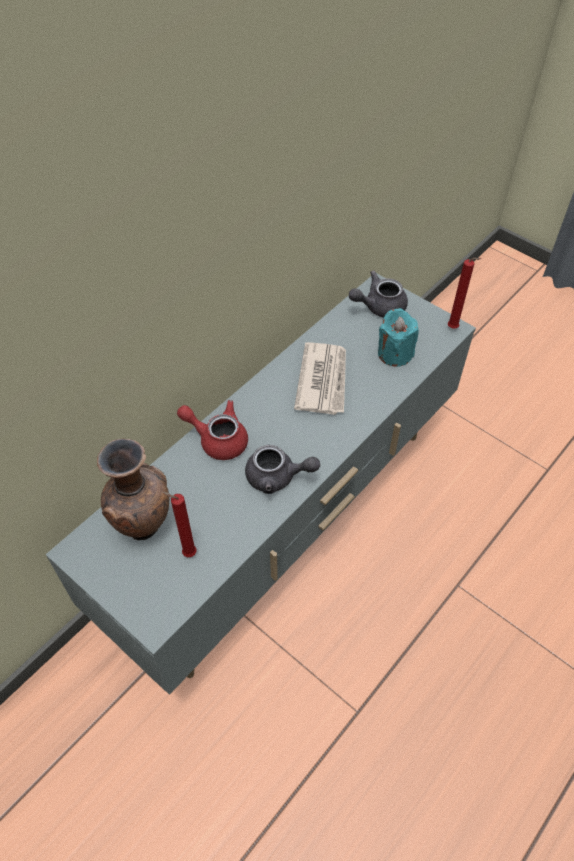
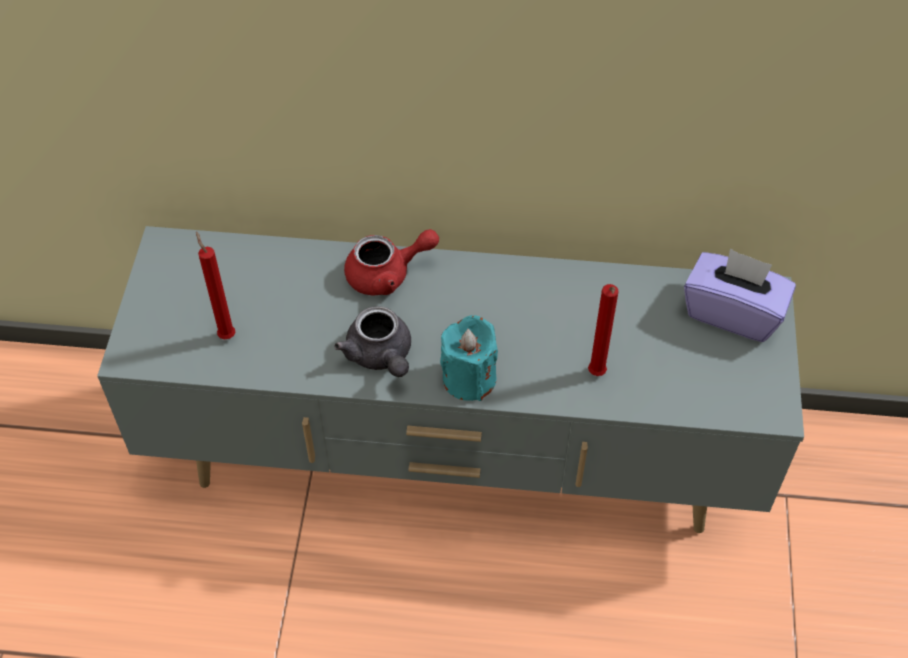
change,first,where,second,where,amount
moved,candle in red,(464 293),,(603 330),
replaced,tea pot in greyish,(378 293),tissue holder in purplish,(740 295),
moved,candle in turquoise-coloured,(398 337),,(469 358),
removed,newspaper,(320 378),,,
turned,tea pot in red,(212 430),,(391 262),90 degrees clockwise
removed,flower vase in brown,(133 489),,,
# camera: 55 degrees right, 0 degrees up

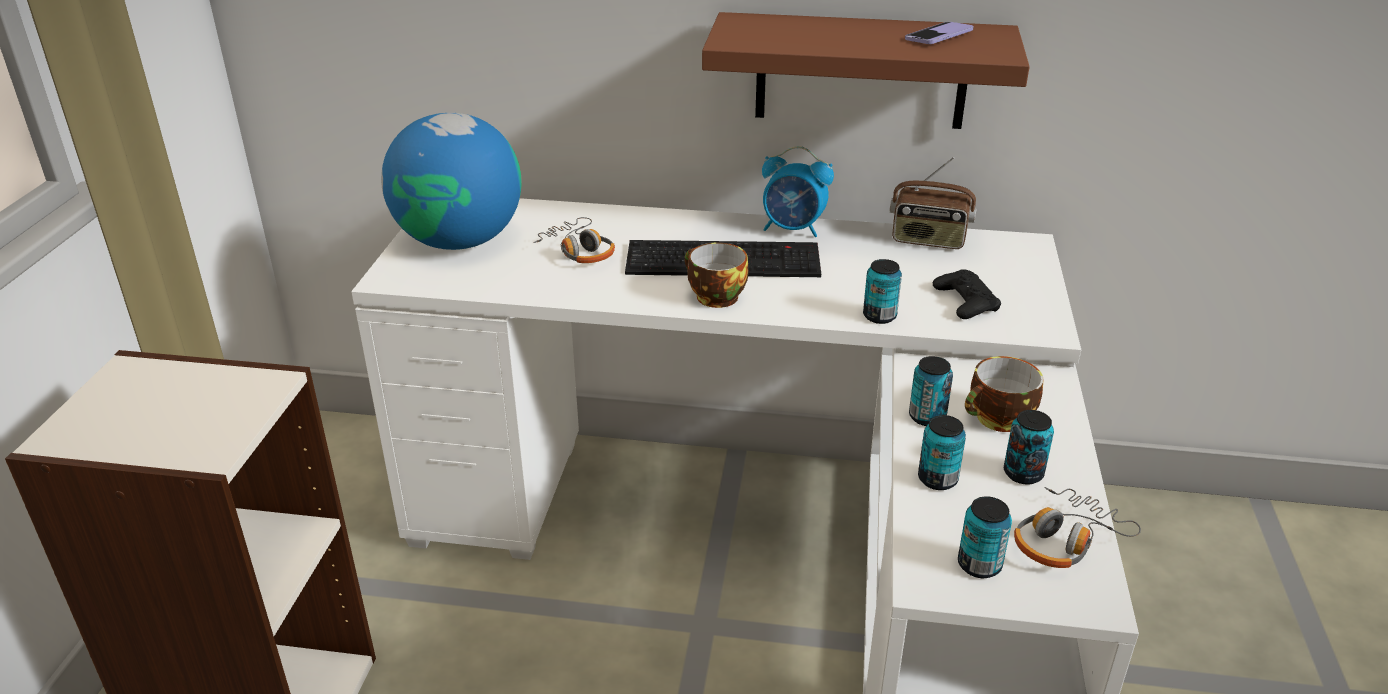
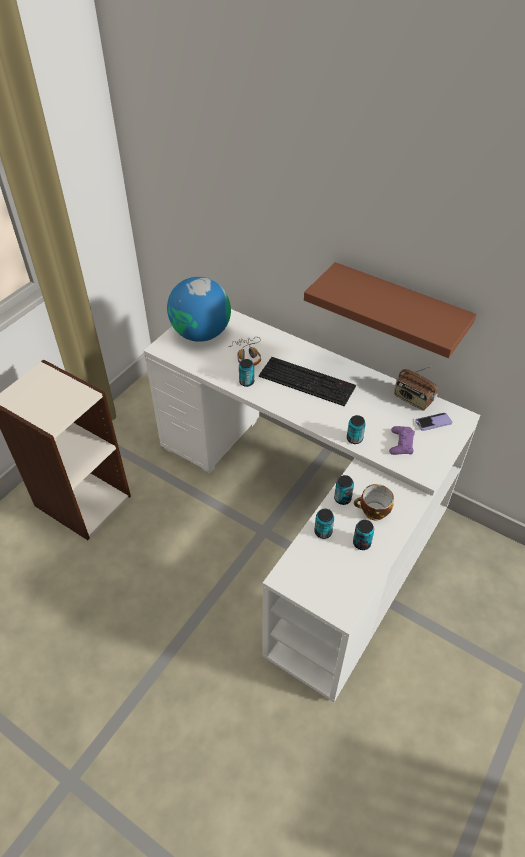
change,first,where,second,where,amount
moved,phone,(939 33),,(433 422),
removed,bedside clock,(798 191),,,
removed,drinking cup,(717 275),,,
recoloured,gamepad in blackish,(967 294),gamepad in purplish,(402 440),
removed,headphones,(1077 527),,,
moved,metal can,(985 537),,(246 373),
# camera: 25 degrees right, 15 degrees up

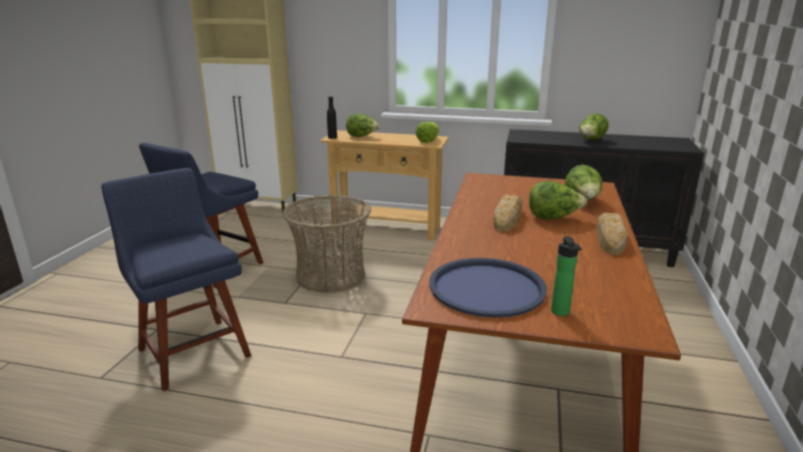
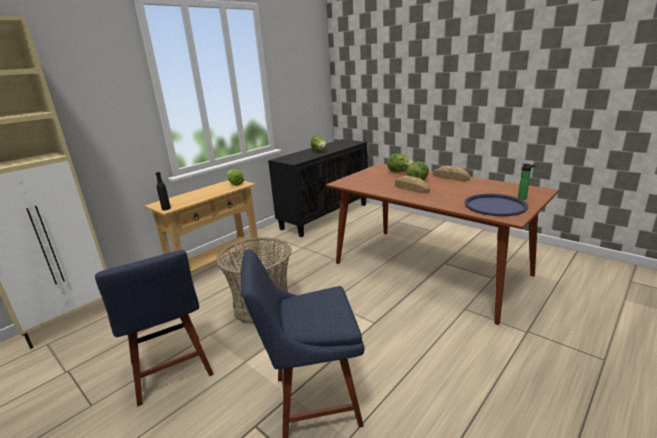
change,first,where,second,where,amount
removed,lettuce,(363 125),,,
# camera: 60 degrees left, 0 degrees up

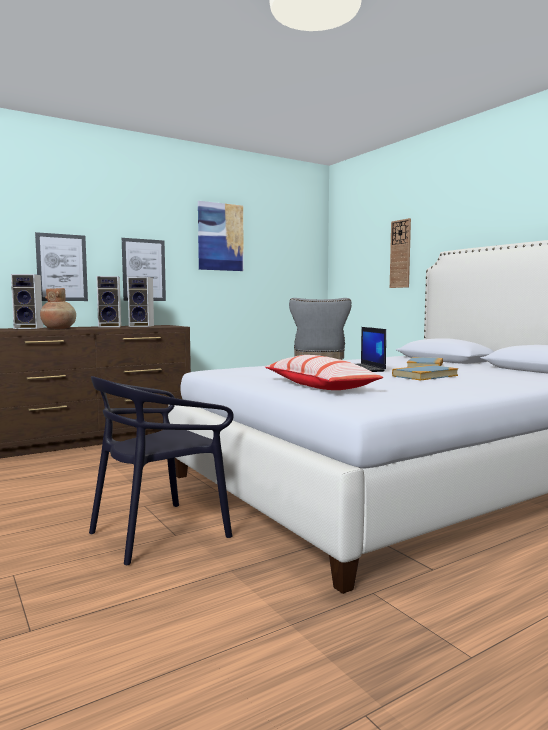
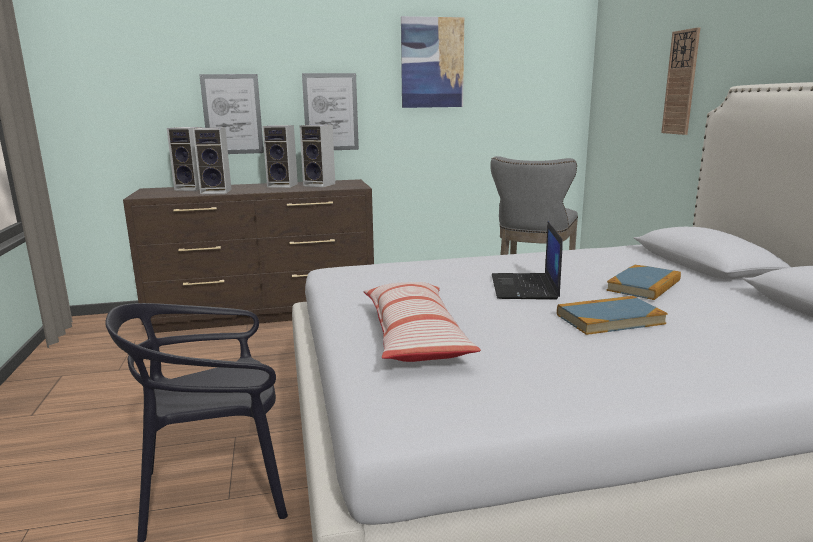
change,first,where,second,where,amount
replaced,flower vase in brown,(58 308),speaker,(212 160),
# camera: 20 degrees right, 10 degrees up

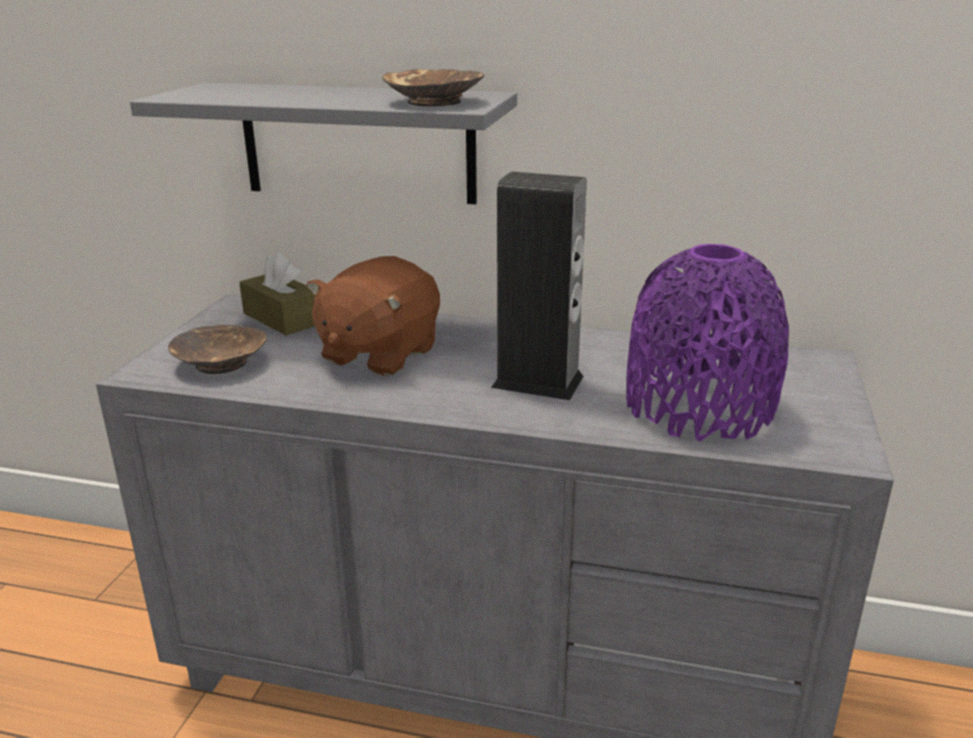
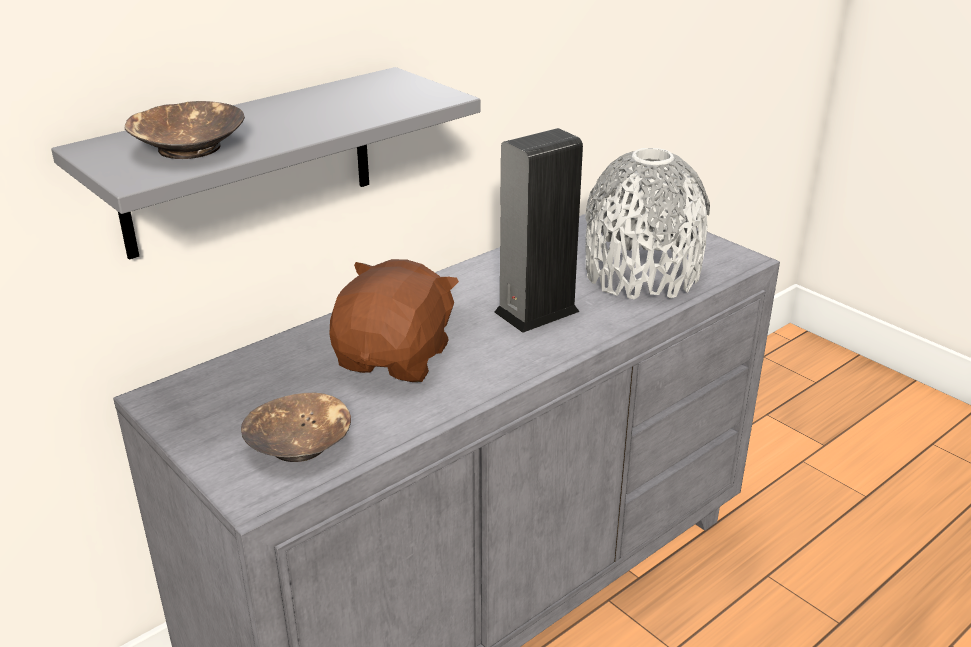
change,first,where,second,where,amount
moved,bowl in brown,(433 87),,(185 130),
recoloured,flower vase in purplish,(707 343),flower vase in greyish,(647 223),
removed,tissue holder in brown,(277 293),,,
turned,cuddly toy in brown,(373 316),,(394 320),135 degrees counterclockwise
# camera: 55 degrees left, 5 degrees up

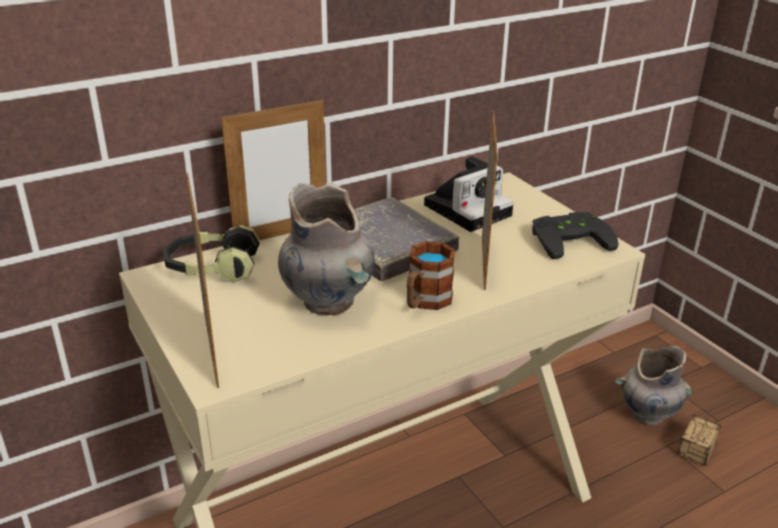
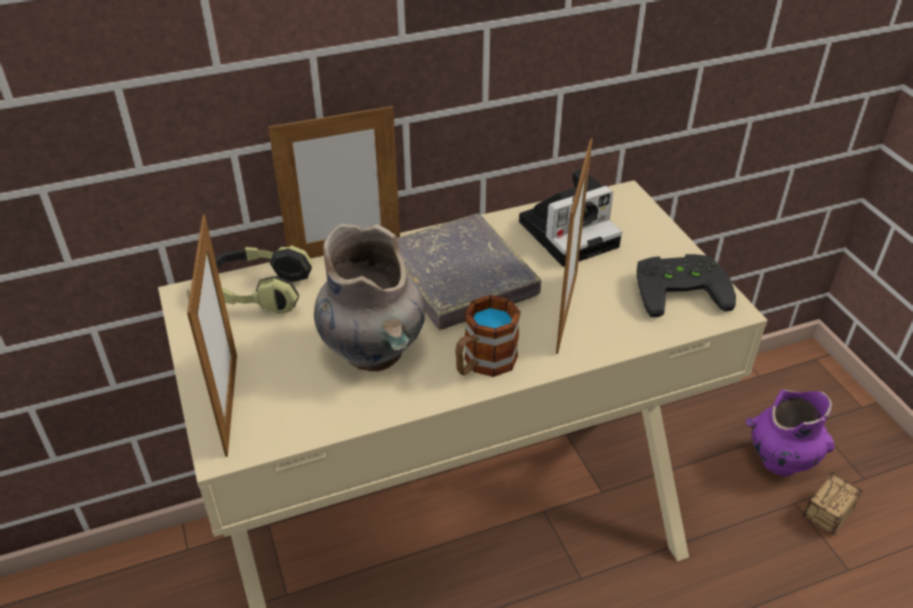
change,first,where,second,where,amount
recoloured,flower vase in greyish,(653 386),flower vase in purplish,(790 432),
# camera: 10 degrees right, 10 degrees up

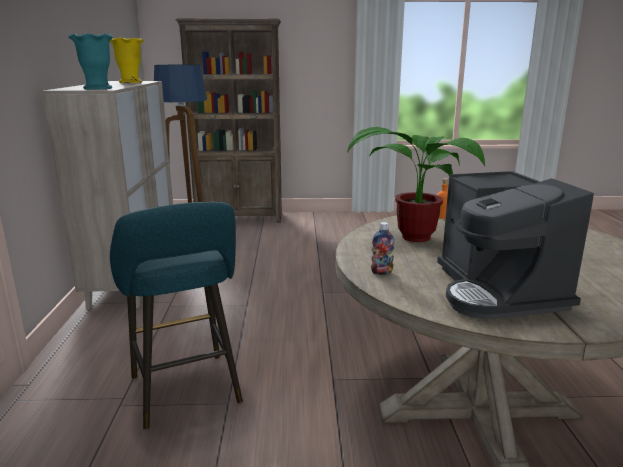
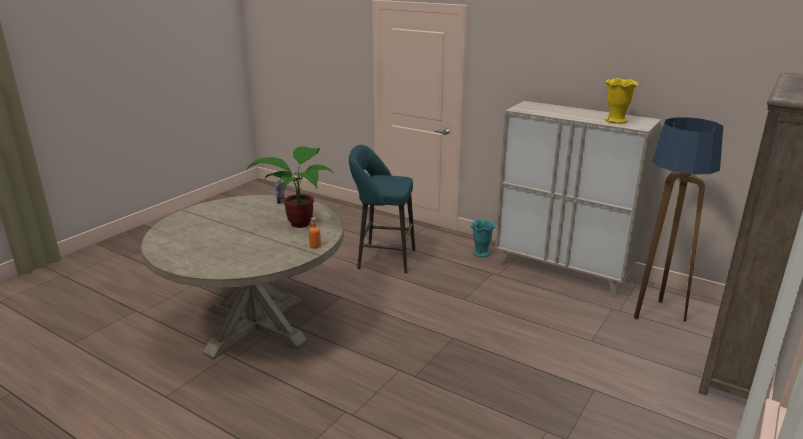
change,first,where,second,where,amount
moved,flower vase in turquoise-coloured,(90 62),,(483 238),
removed,coffee brewer,(515 245),,,
# camera: 125 degrees right, 5 degrees up

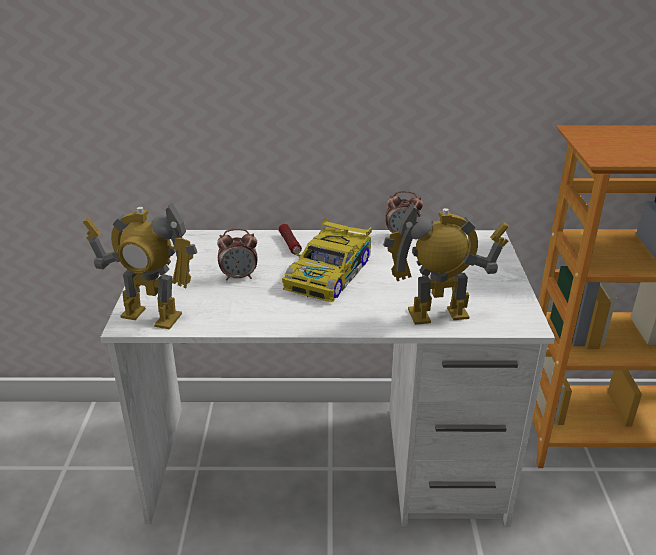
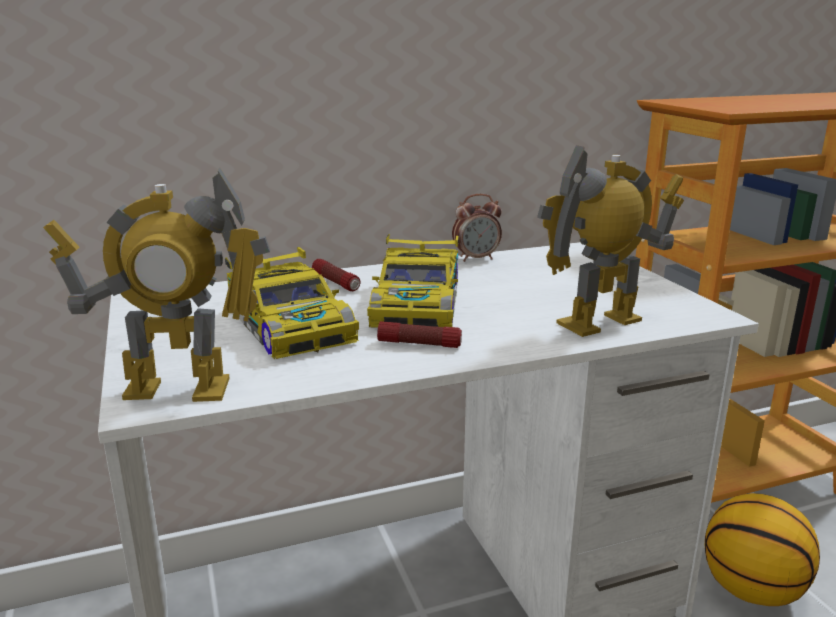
change,first,where,second,where,amount
replaced,bedside clock,(237 254),model car,(292 303),
added,,,torch,(419 334),
added,,,basketball ball,(762 549),
# camera: 20 degrees left, 10 degrees down

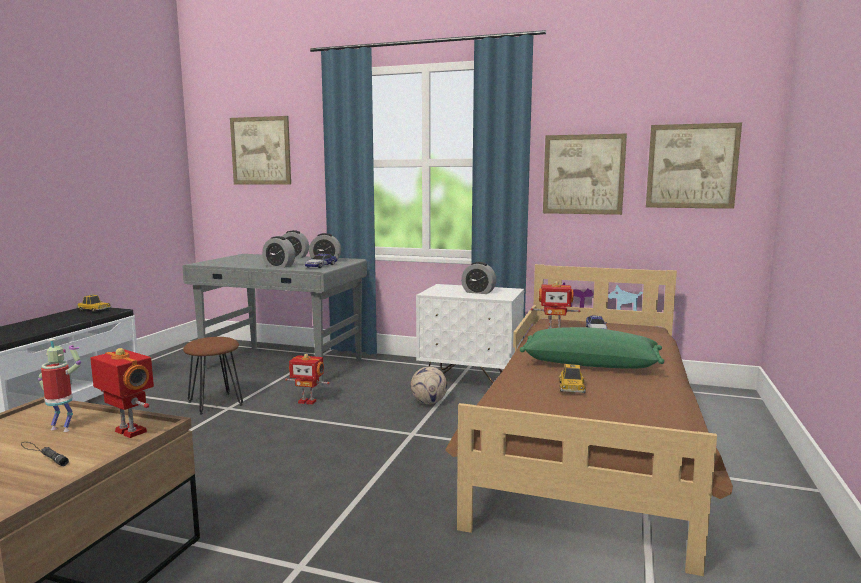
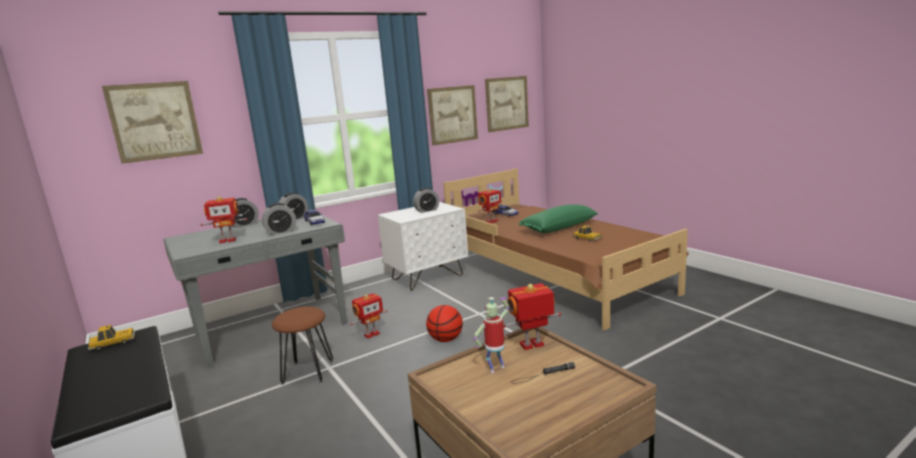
change,first,where,second,where,amount
removed,football ball,(429 385),,,
added,,,model robot,(224 219),
added,,,basketball ball,(444 323),
# camera: 50 degrees left, 5 degrees up

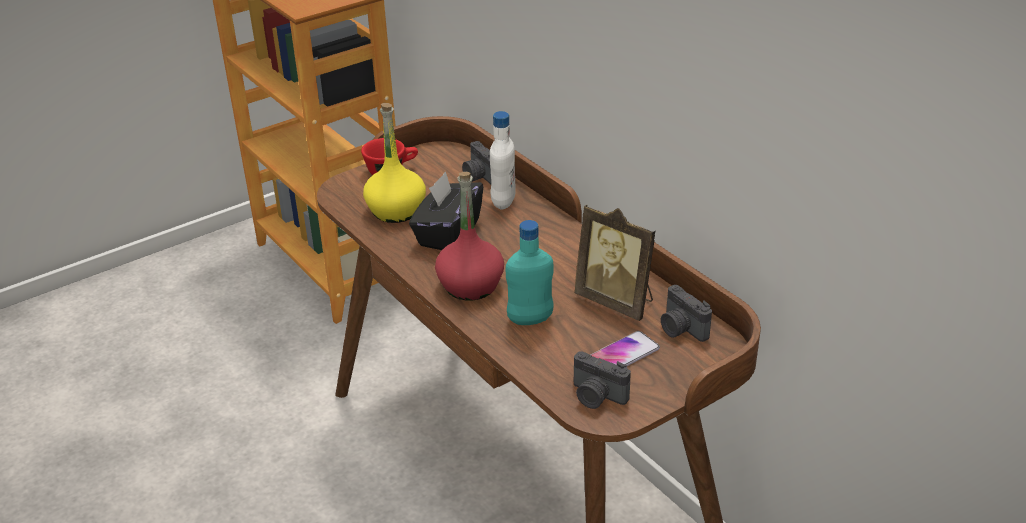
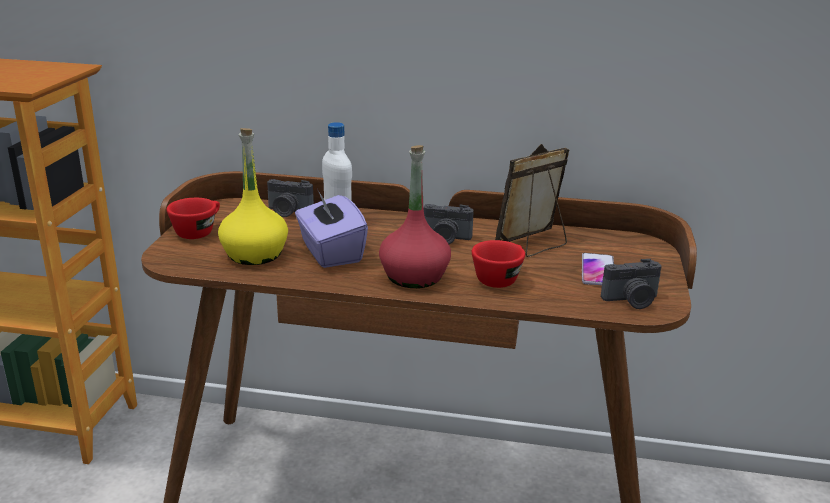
change,first,where,second,where,amount
recoloured,tissue holder in blackish,(446 210),tissue holder in purplish,(331 229),
turned,picture frame,(614 263),,(532 200),150 degrees clockwise
replaced,drink bottle in turquoise-coloured,(530 272),drinking cup in red,(498 264),
moved,still camera,(686 313),,(448 224),
# camera: 45 degrees left, 10 degrees down

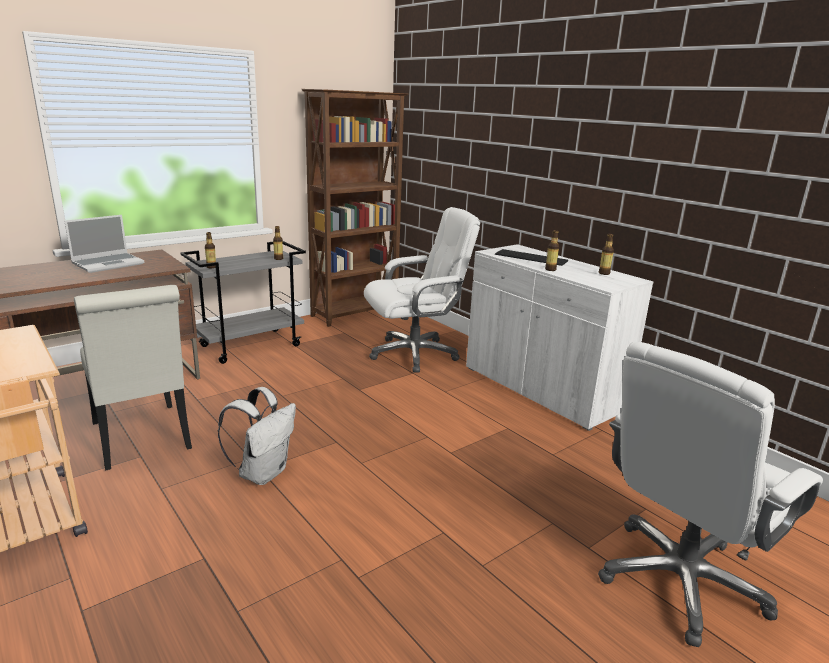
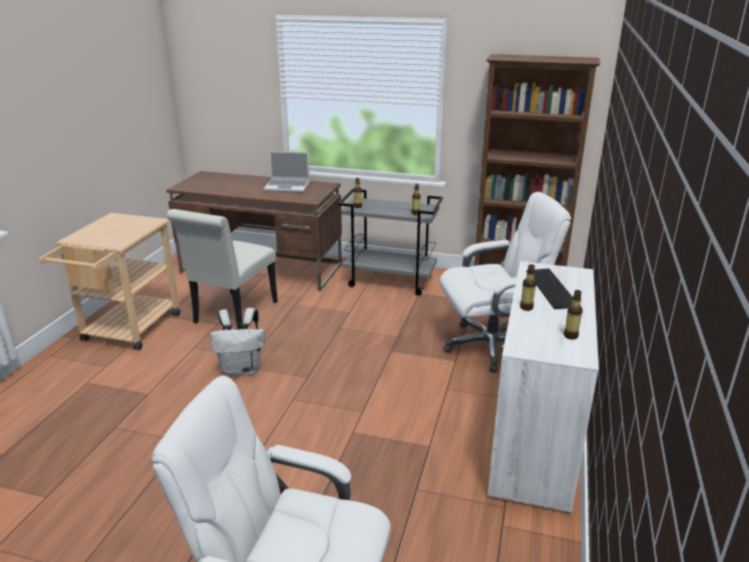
change,first,where,second,where,amount
turned,computer chair in whitish,(422 290),,(505 282),45 degrees counterclockwise
# camera: 55 degrees right, 5 degrees up

